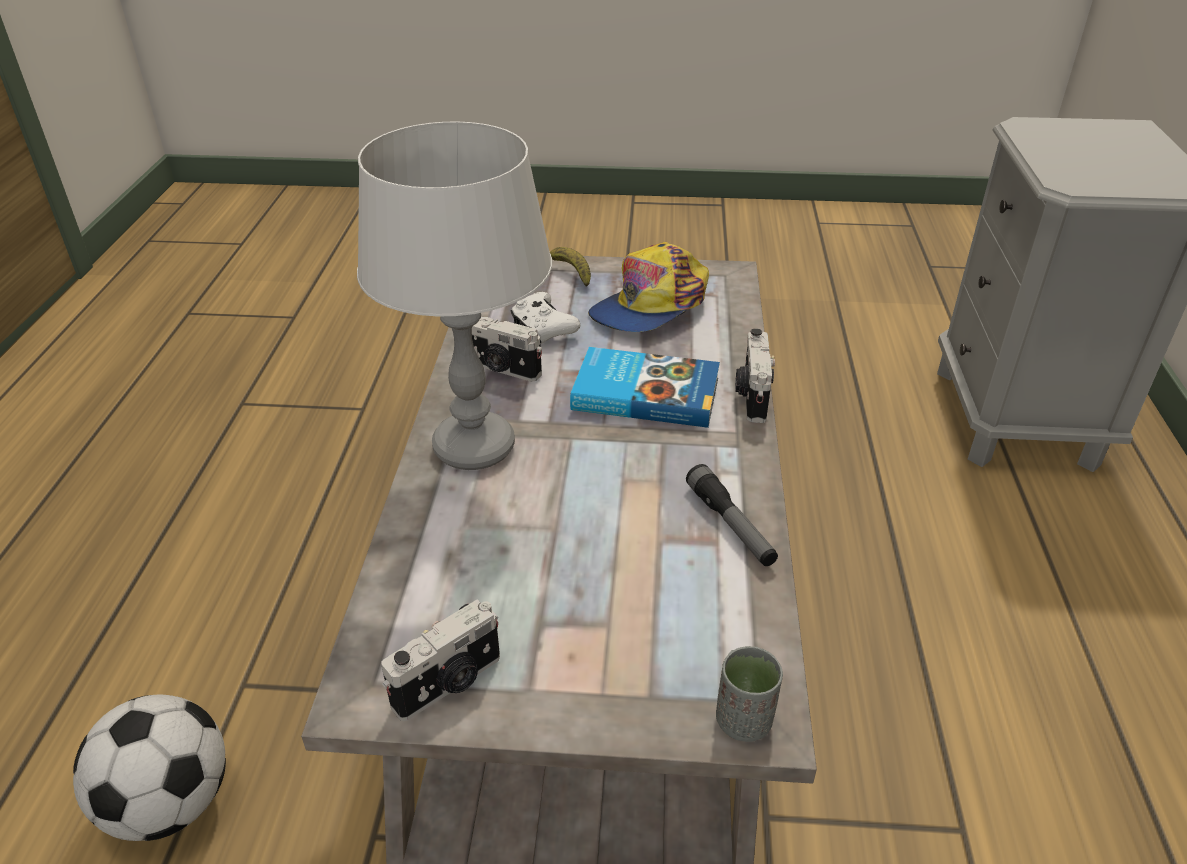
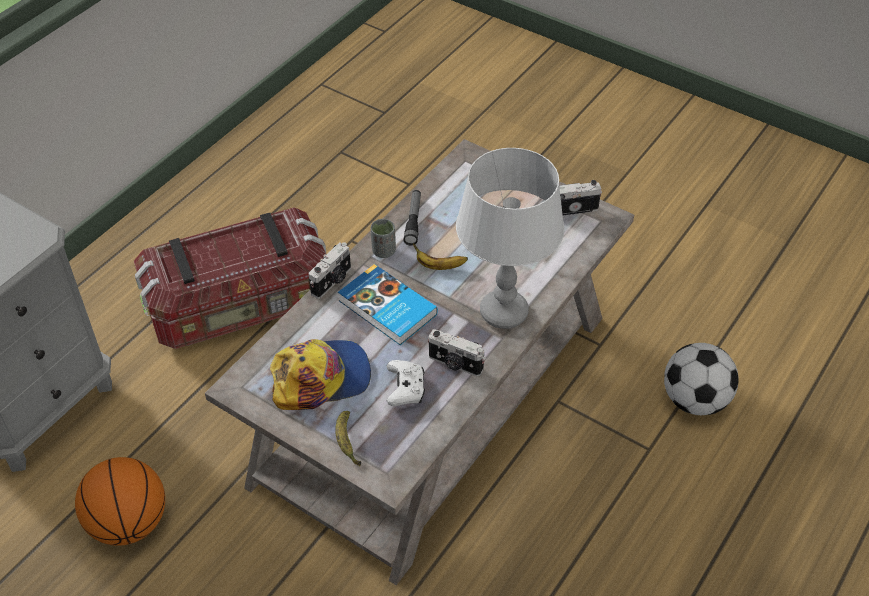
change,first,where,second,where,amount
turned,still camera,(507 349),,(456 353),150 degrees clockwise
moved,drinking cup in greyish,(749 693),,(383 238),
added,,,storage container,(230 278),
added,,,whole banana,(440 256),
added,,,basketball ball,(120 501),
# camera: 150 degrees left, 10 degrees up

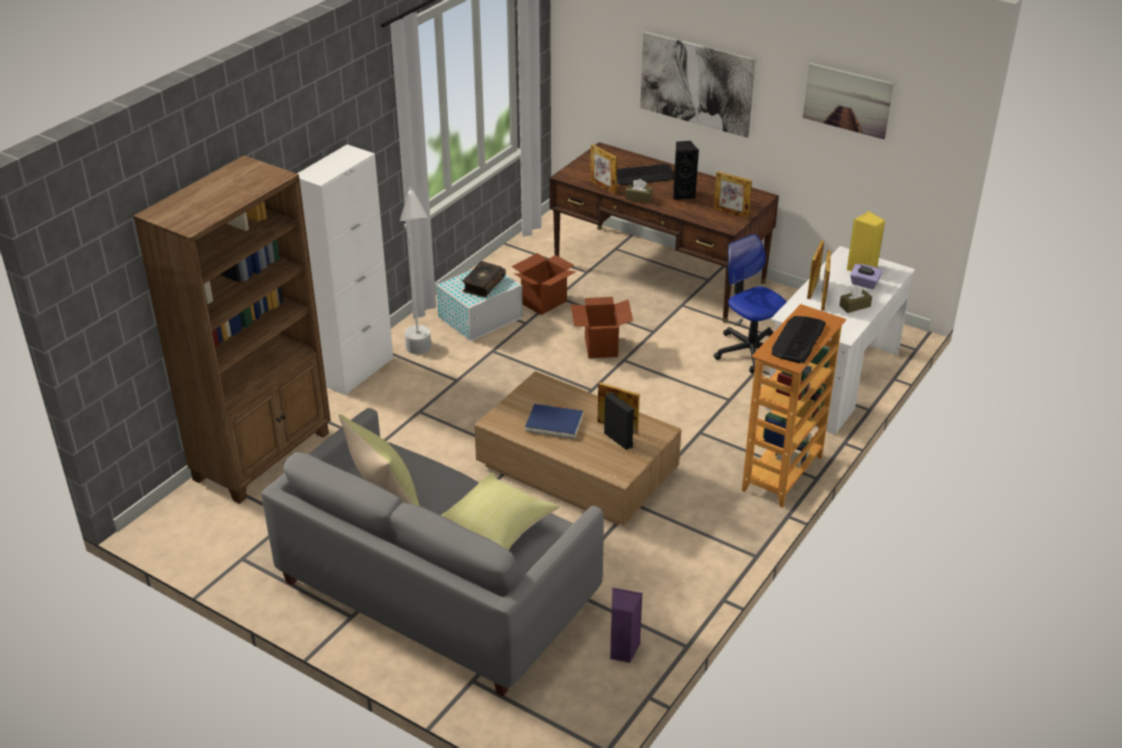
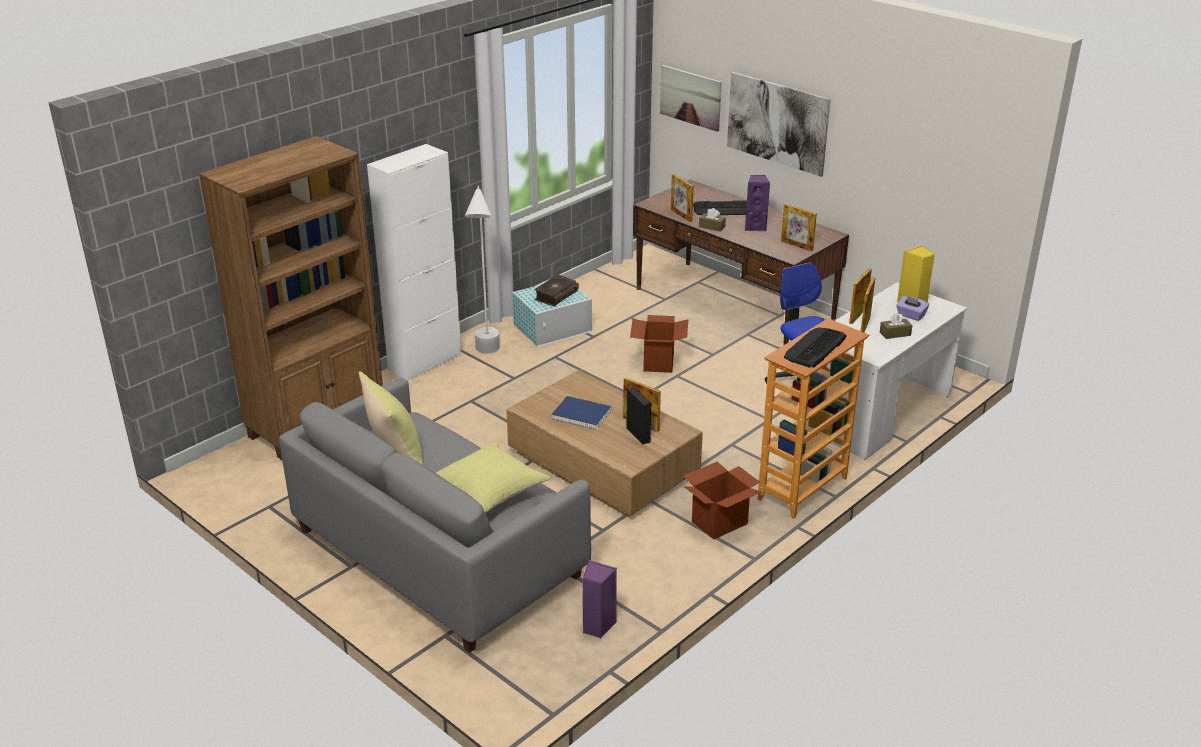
change,first,where,second,where,amount
moved,wall art,(848 101),,(691 98),
recoloured,speaker in blackish,(686 170),speaker in purplish,(757 203),
moved,carton,(543 284),,(722 500),
# camera: 10 degrees right, 5 degrees down

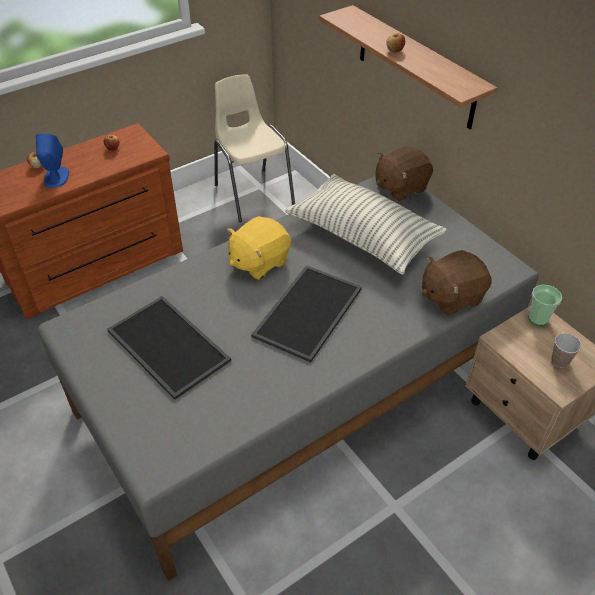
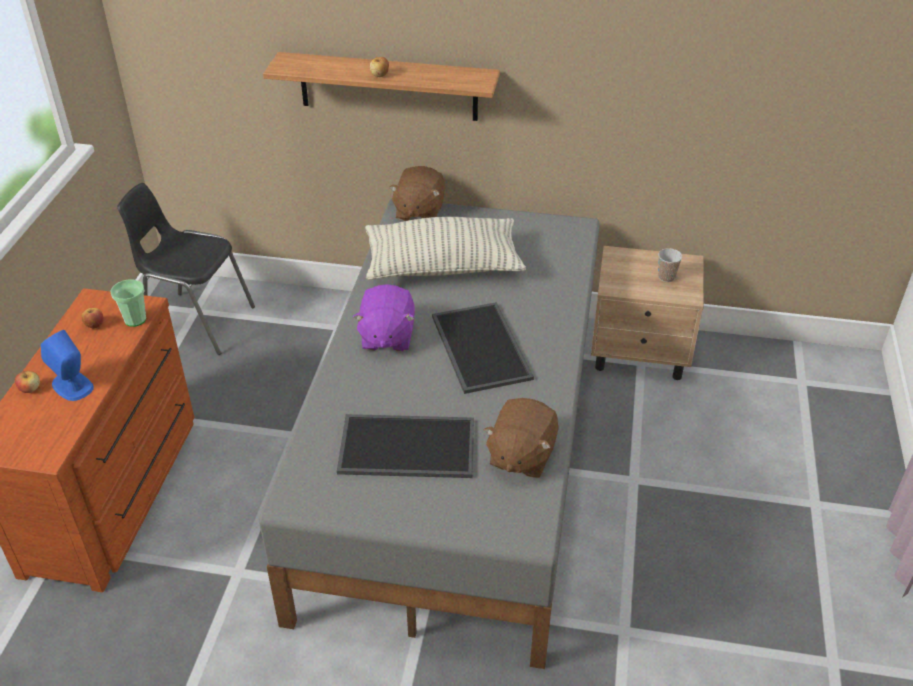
change,first,where,second,where,amount
recoloured,plain chair in beige,(254 148),plain chair in blackish,(186 269),
recoloured,cuddly toy in yellowish,(259 248),cuddly toy in purplish,(384 317),
moved,cuddly toy in brown,(457 283),,(521 438),
moved,drinking cup,(545 305),,(128 303),
# camera: 45 degrees left, 5 degrees down

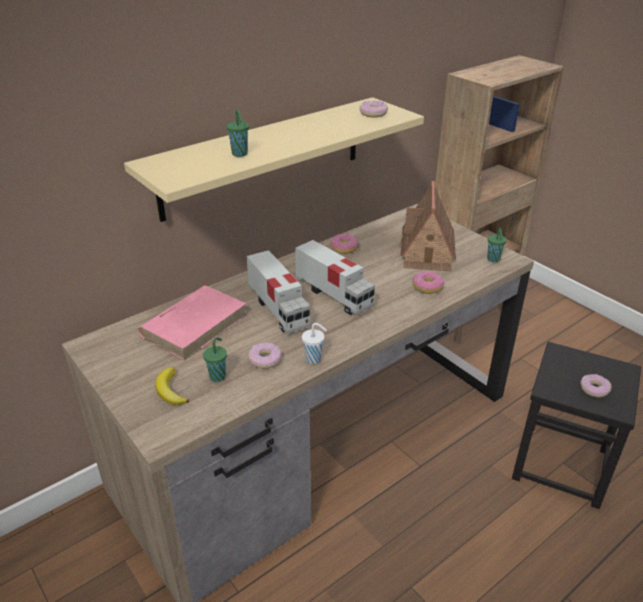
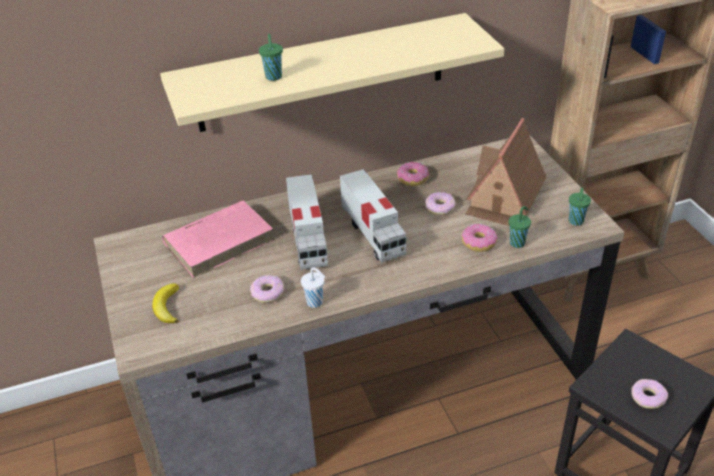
change,first,where,second,where,amount
moved,doughnut,(373 109),,(440 203),
moved,drinking cup in greenish,(215 359),,(520 227),
# camera: 20 degrees right, 5 degrees up

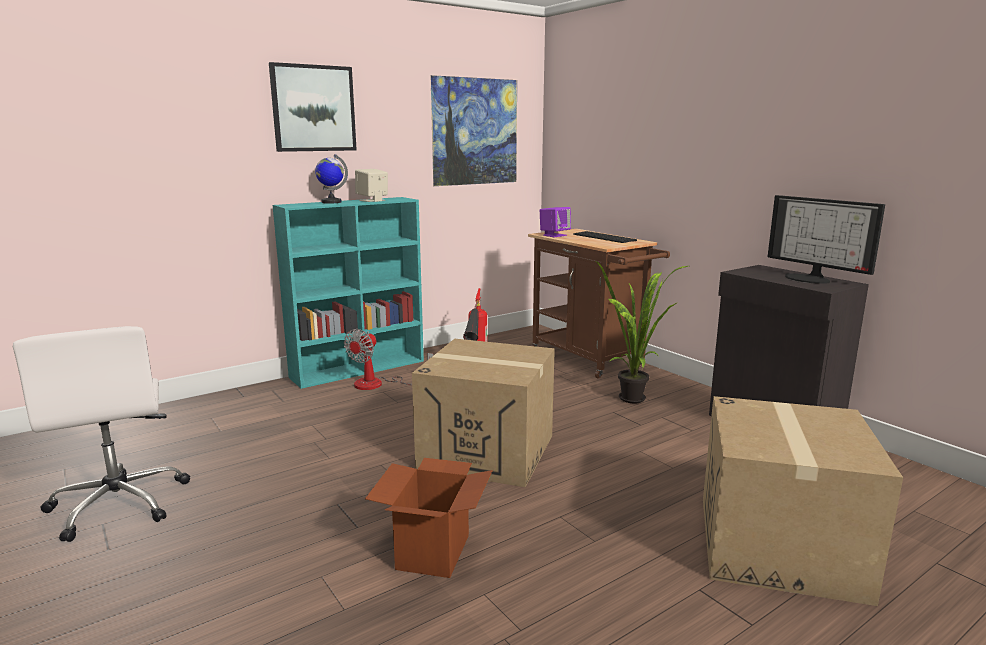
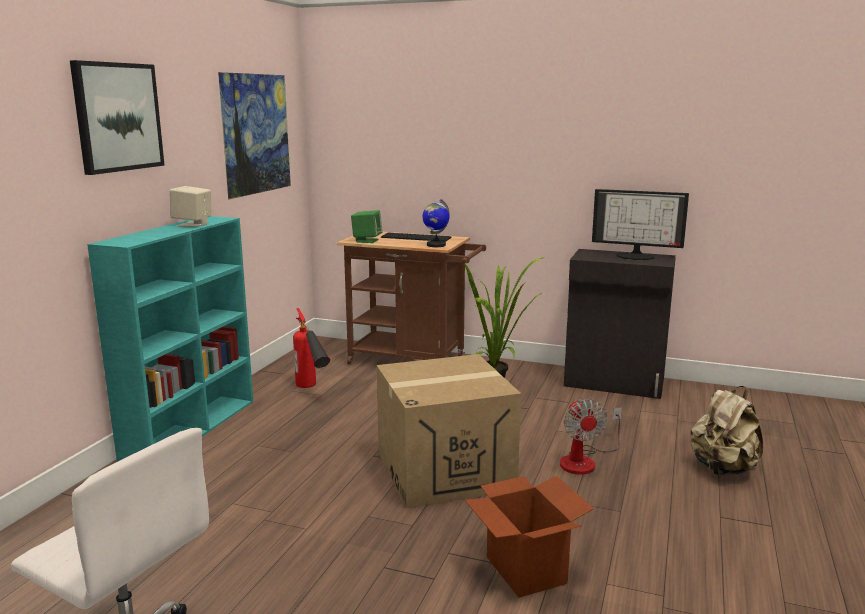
change,first,where,second,where,amount
moved,globe,(331 179),,(436 223),
recoloured,speaker in purplish,(555 222),speaker in greenish,(366 226),
moved,fan,(389 359),,(591 437),
replaced,carton,(803 501),backpack in beige,(726 431),
# camera: 35 degrees left, 0 degrees up

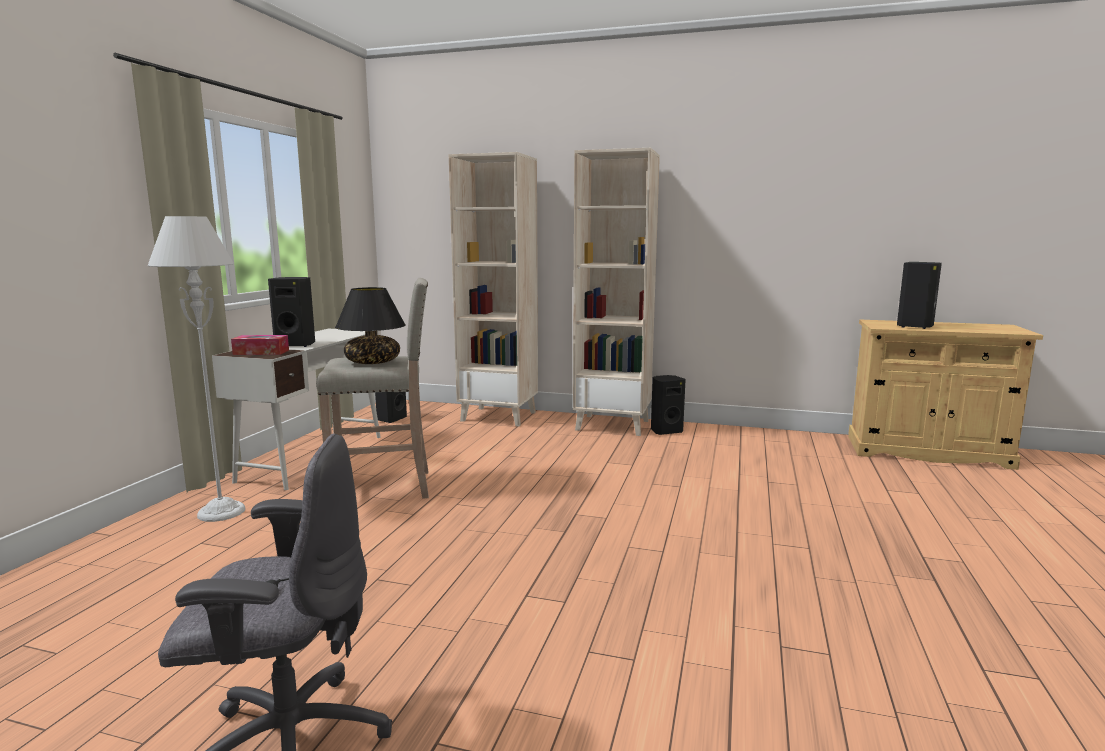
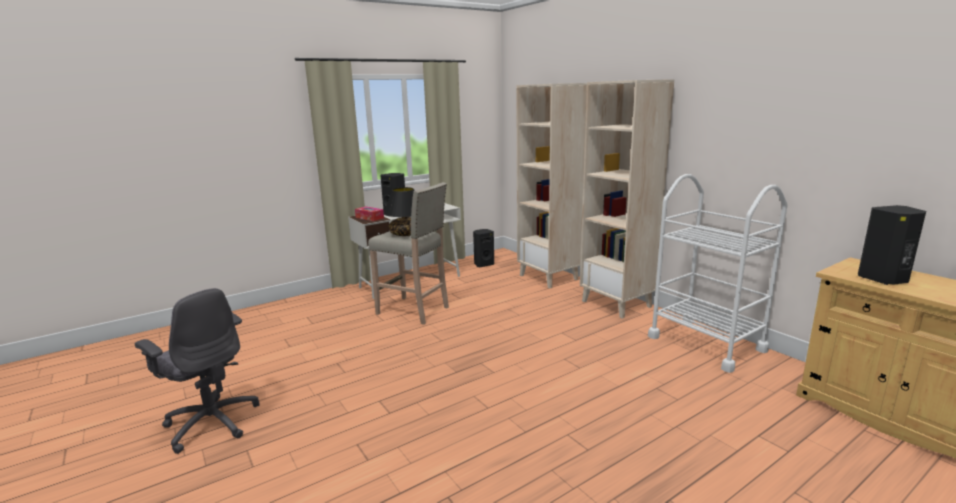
change,first,where,second,where,amount
removed,standard lamp in greyish,(197 369),,,
removed,speaker in blackish,(668 405),,,
added,,,cart in whitish,(717 273),
# camera: 40 degrees right, 5 degrees up

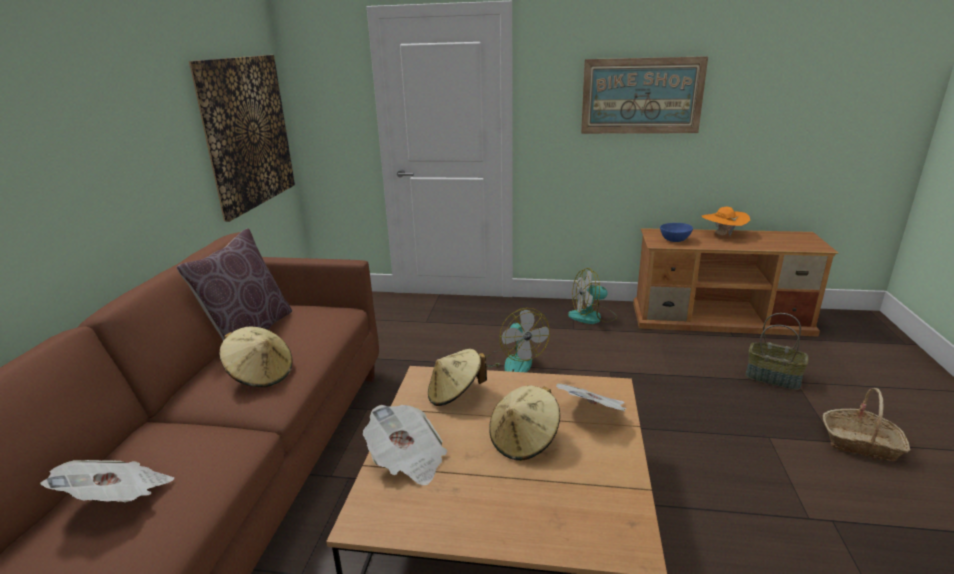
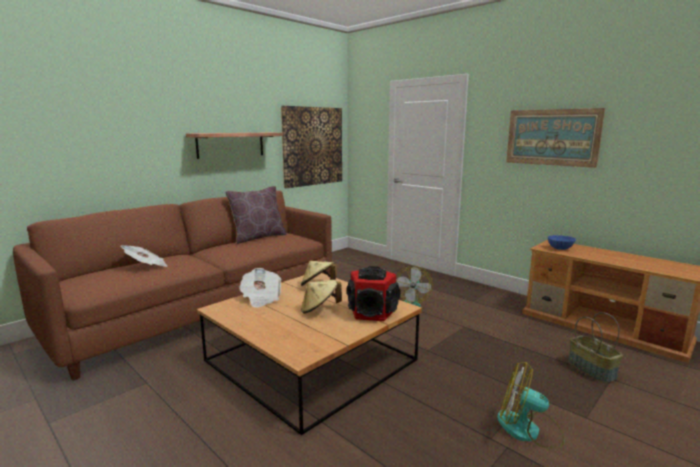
change,first,where,second,where,amount
removed,clothing hat in orangey,(726 221),,,
moved,fan,(592 296),,(530 405),
removed,clothing hat in beige,(256 356),,,
replaced,newspaper,(591 397),speaker,(374 293),
removed,household basket,(866 424),,,
added,,,bracket shelf,(234 146),
# camera: 35 degrees right, 10 degrees down

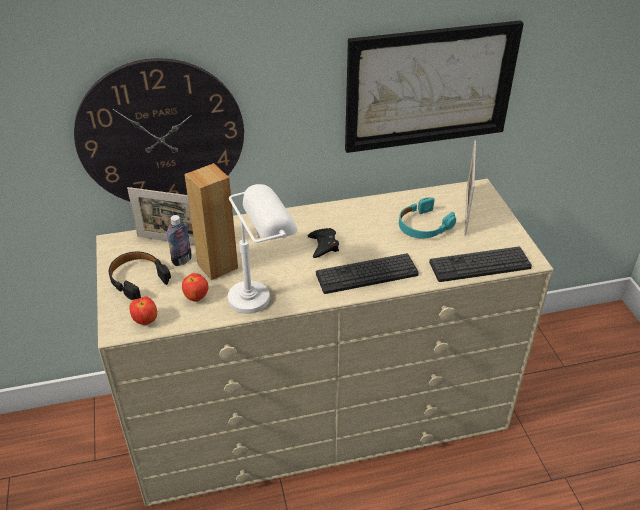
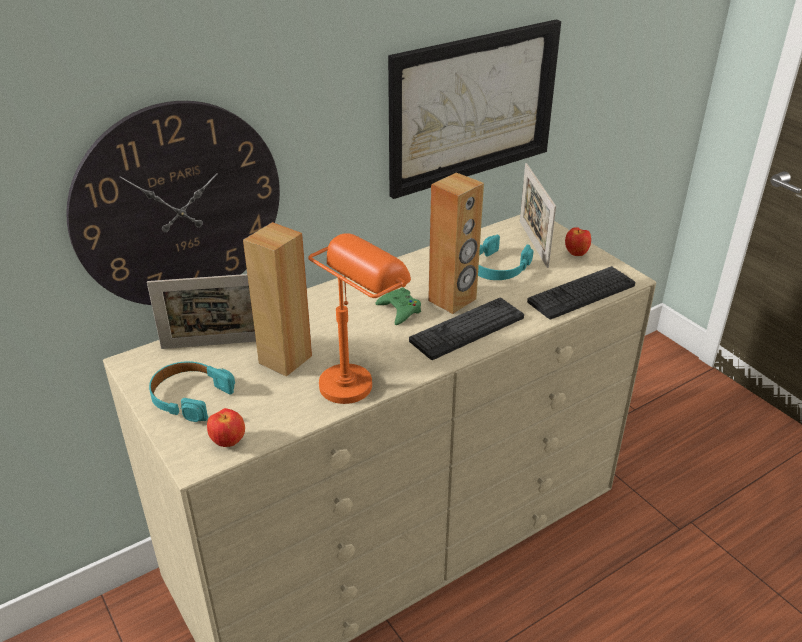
change,first,where,second,where,amount
recoloured,lamp for a table in whitish,(262 249),lamp for a table in orangey,(359 318),
removed,drink bottle,(179 240),,,
recoloured,gamepad in blackish,(323 243),gamepad in greenish,(398 306),
recoloured,headphones in blackish,(140 276),headphones in turquoise-coloured,(192 391),
moved,whole apple,(195 287),,(578 241),
added,,,speaker in brown,(456 243),
# camera: 20 degrees left, 5 degrees down

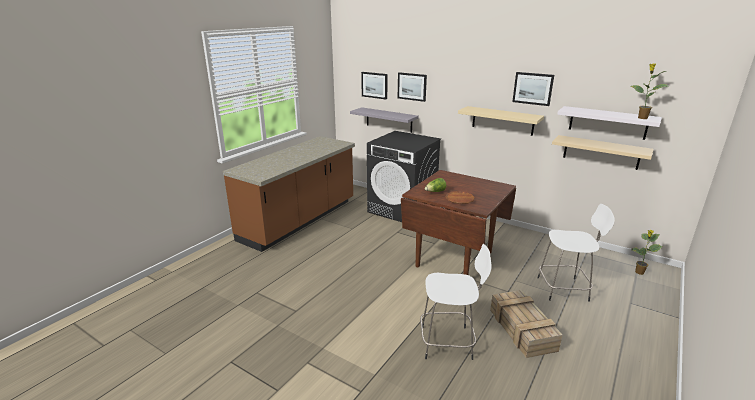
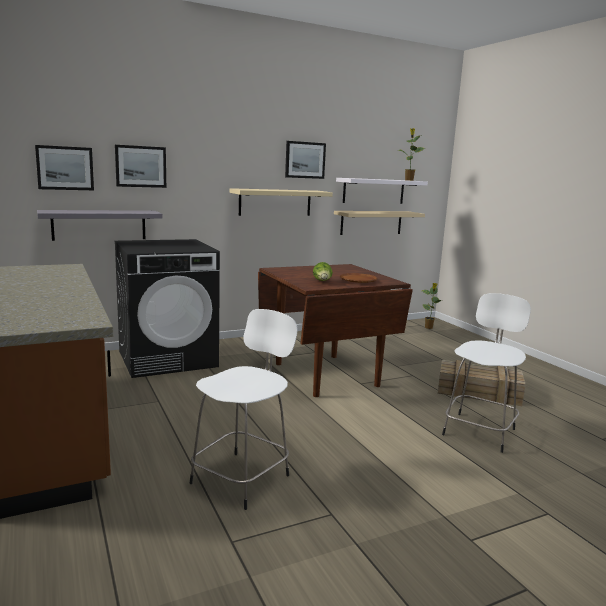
change,first,where,second,where,amount
moved,stool in whitish,(576 253),,(243 409),
# camera: 60 degrees left, 10 degrees down

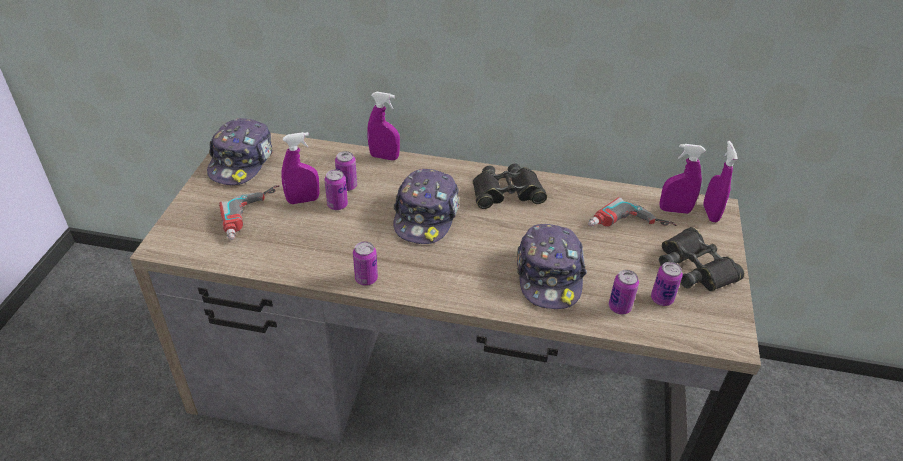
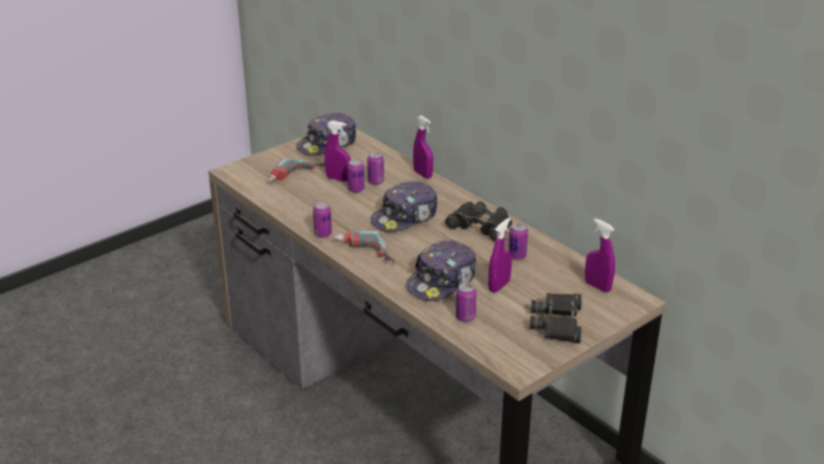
change,first,where,second,where,amount
moved,spray bottle in purplish,(720 181),,(500 255),
moved,electric drill,(632 212),,(364 247),
moved,metal can,(667 284),,(518 241),
# camera: 40 degrees right, 10 degrees down

